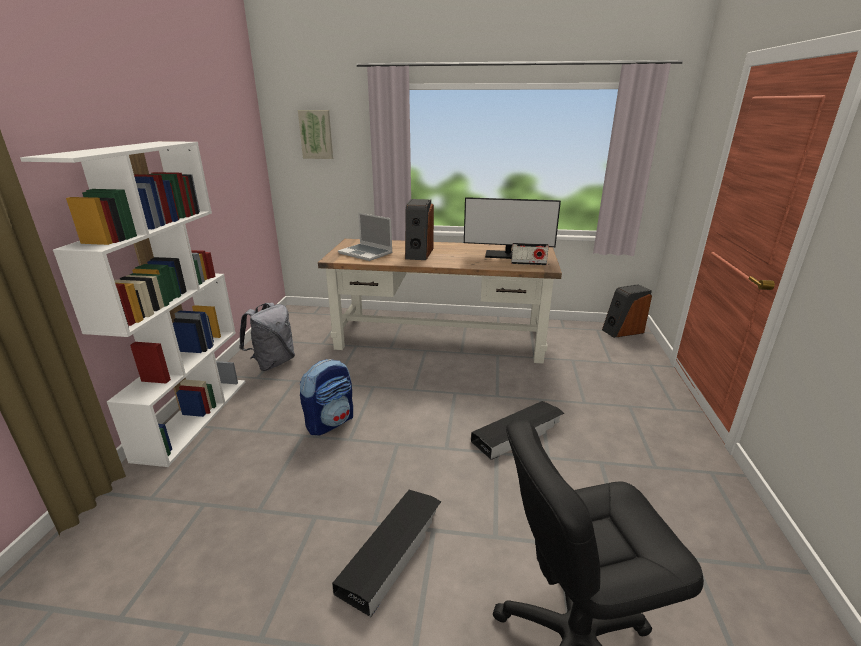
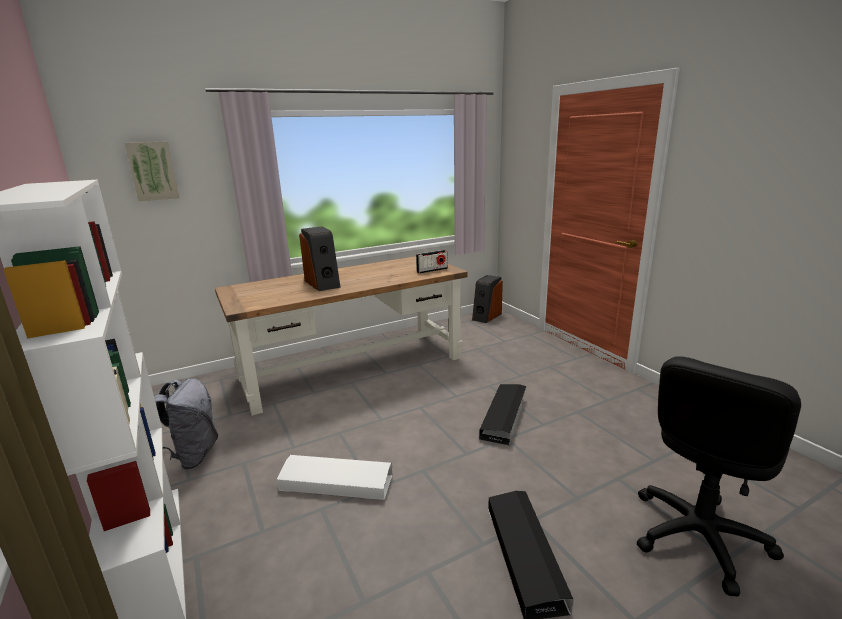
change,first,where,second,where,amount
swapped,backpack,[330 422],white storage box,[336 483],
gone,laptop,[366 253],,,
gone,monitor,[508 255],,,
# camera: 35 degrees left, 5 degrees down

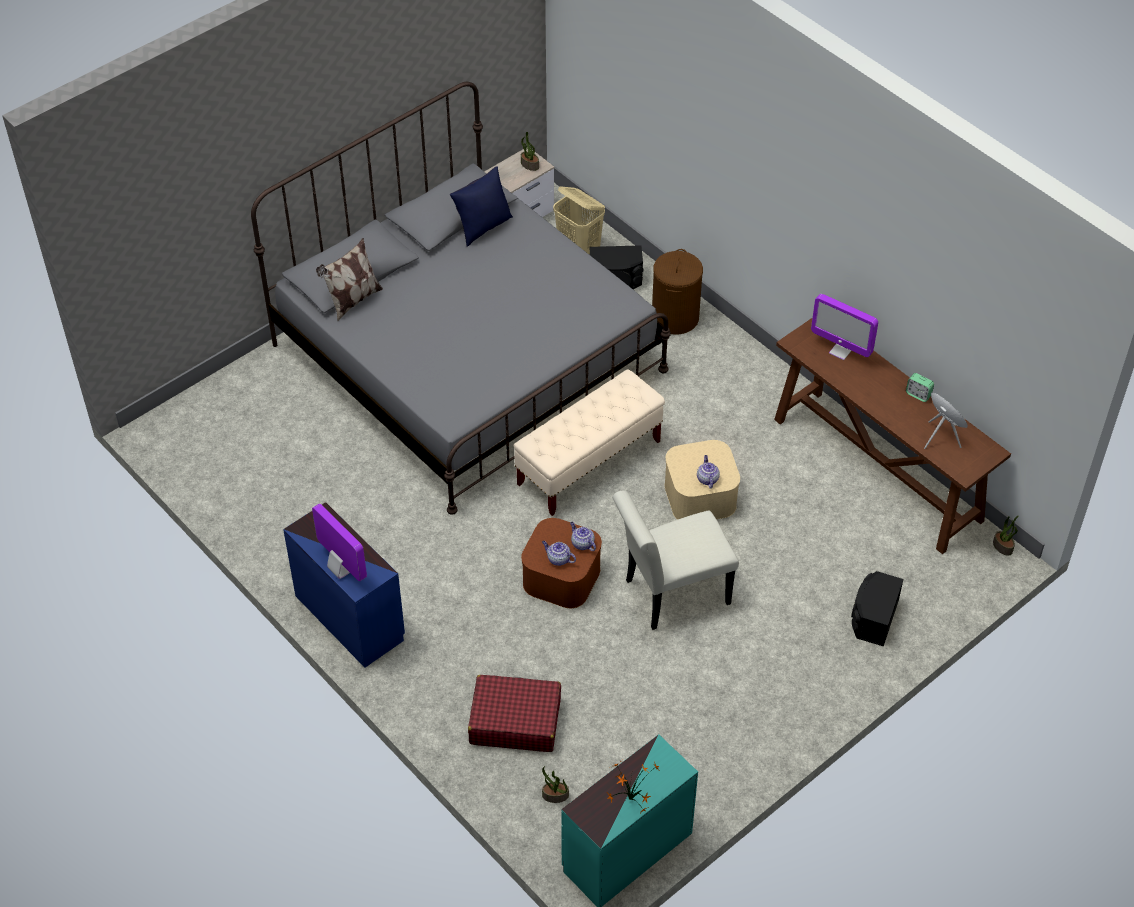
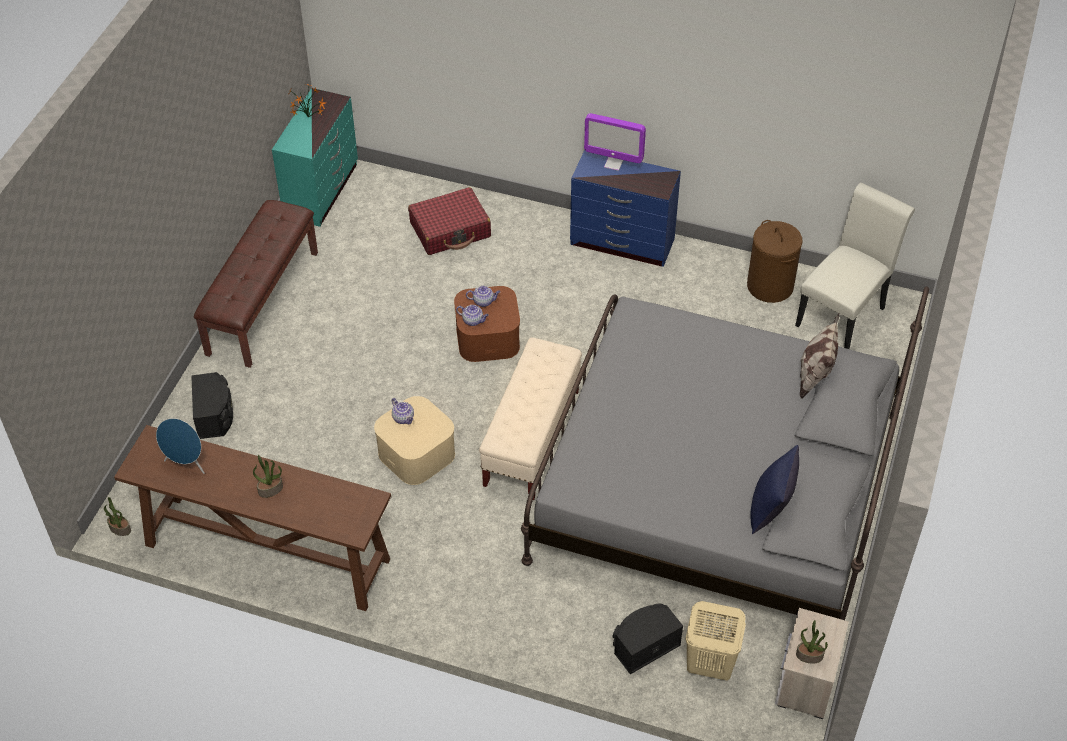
change,first,where,second,where,amount
shifted,potted plant,[555 796],,[270 489],
shifted,white chair,[670 594],,[844 313],
shifted,brown laundry basket,[675 317],,[770 286],
gone,monitor,[840 351],,,
gone,alarm clock,[918 394],,,
new,,,brown bench,[262 302],
# camera: 150 degrees right, 0 degrees up

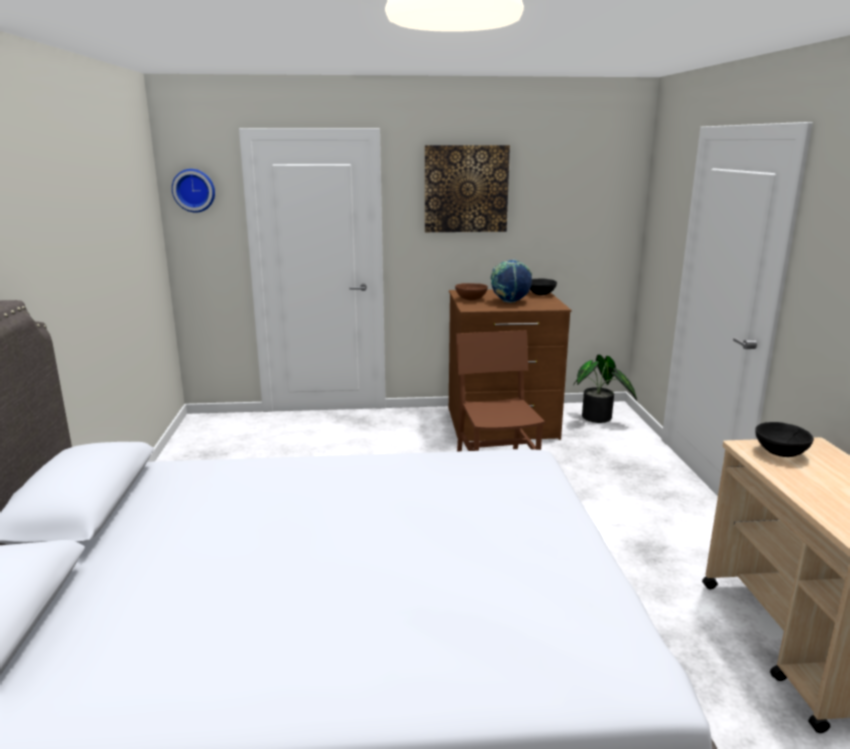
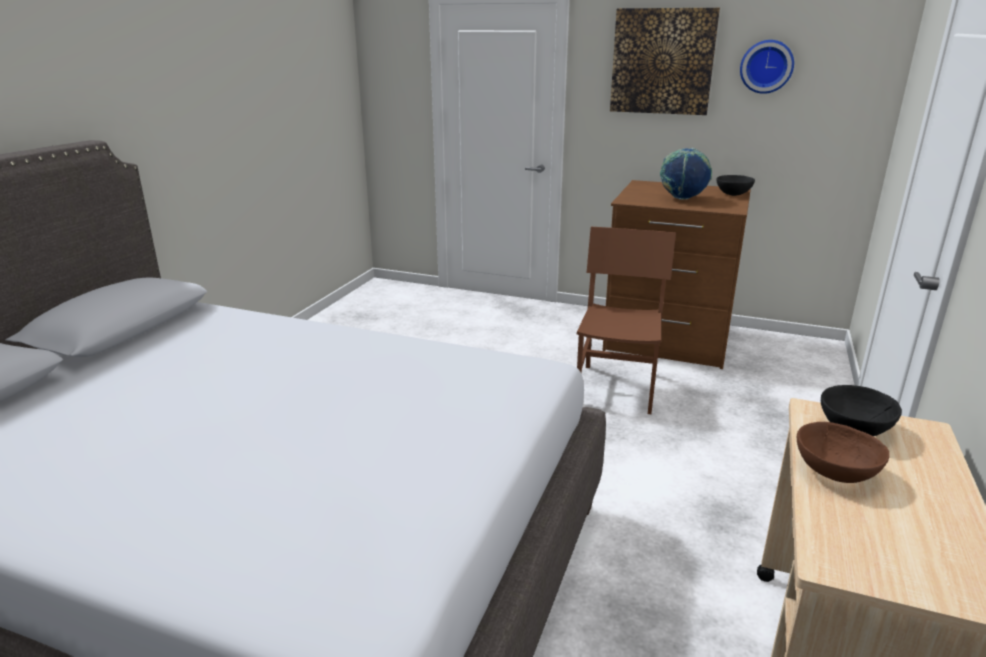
change,first,where,second,where,amount
shifted,wall clock,[194 190],,[766 66],
shifted,brown bowl,[470 299],,[833 472],
gone,potted plant,[598 419],,,
# camera: 25 degrees right, 5 degrees up

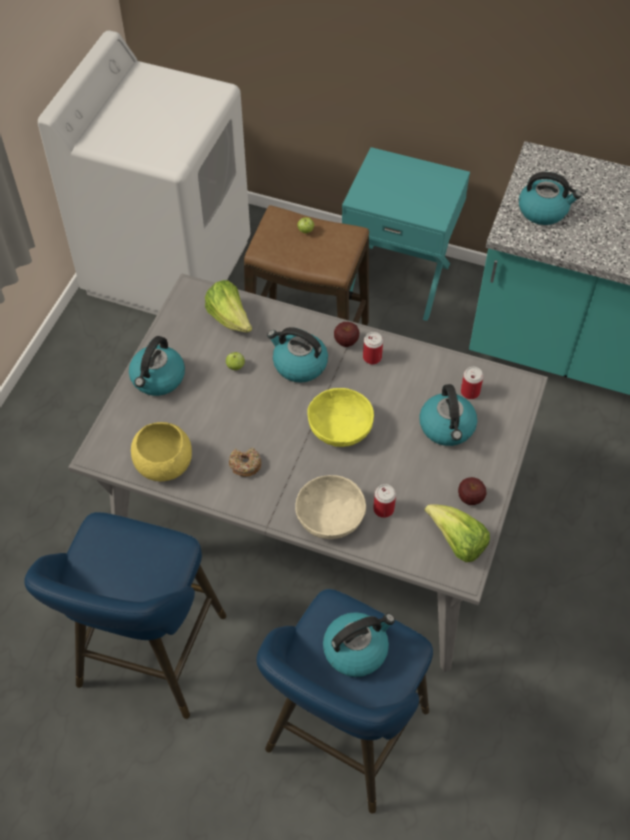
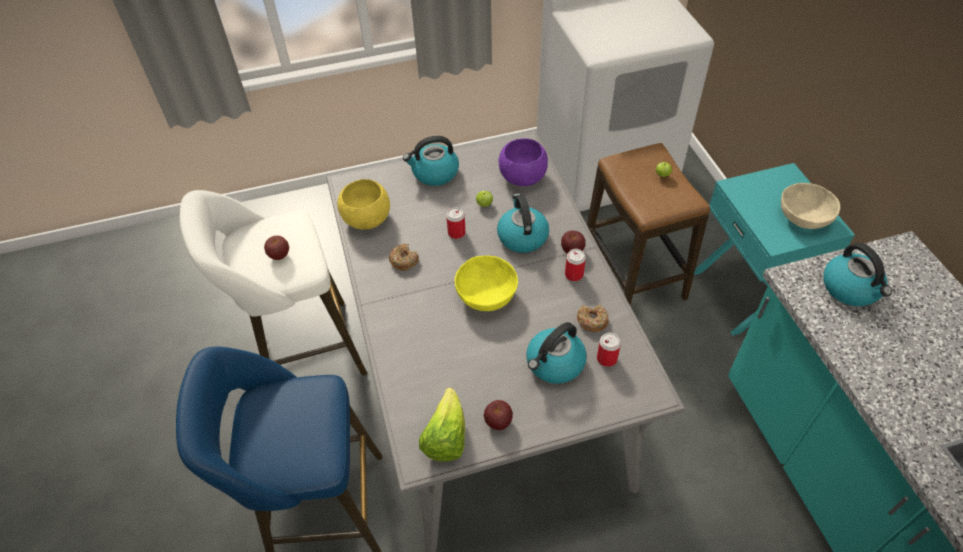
change,first,where,second,where,amount
repainted,blue stool,[149 658],white stool,[302 353],
swapped,lettuce,[230 318],purple bowl,[523 176],
shifted,beige bowl,[329 518],,[803 217],
gone,kettle,[356 649],,,
shifted,can,[383 509],,[456 233],
new,,,apple,[279 255],
new,,,donut,[592 321],
# camera: 55 degrees right, 5 degrees down

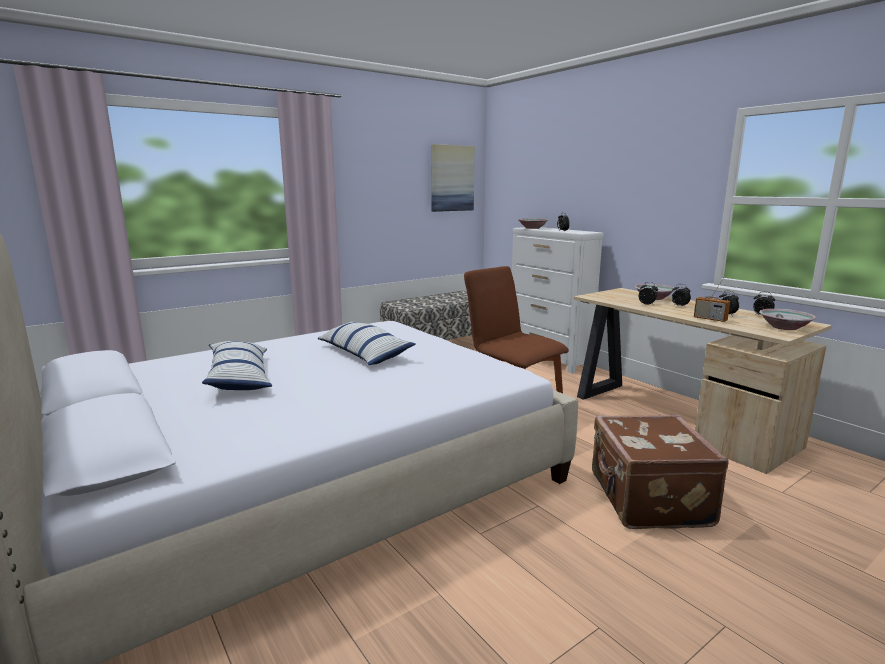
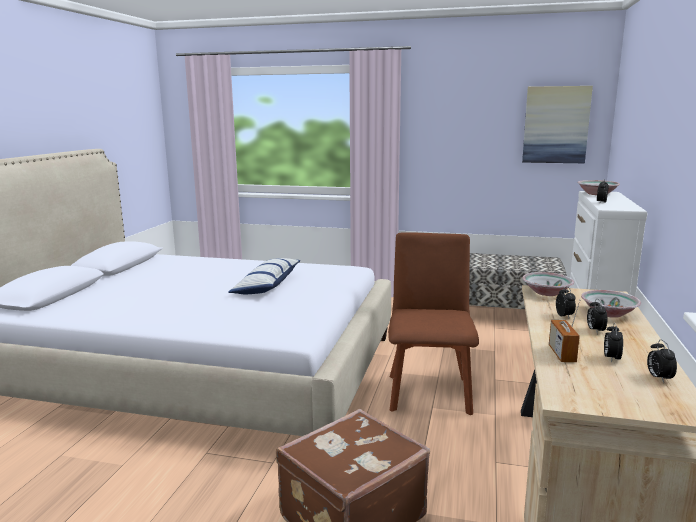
change,first,where,second,where,amount
gone,pillow,[239 378],,,
shifted,bowl,[785 327],,[546 292],
# camera: 50 degrees right, 0 degrees up

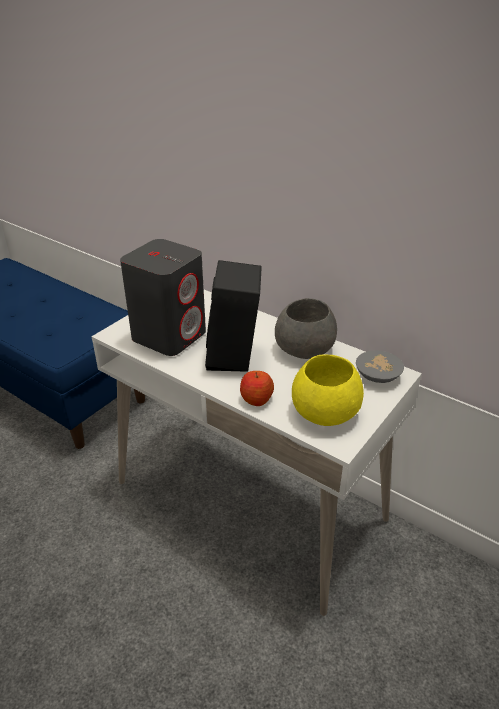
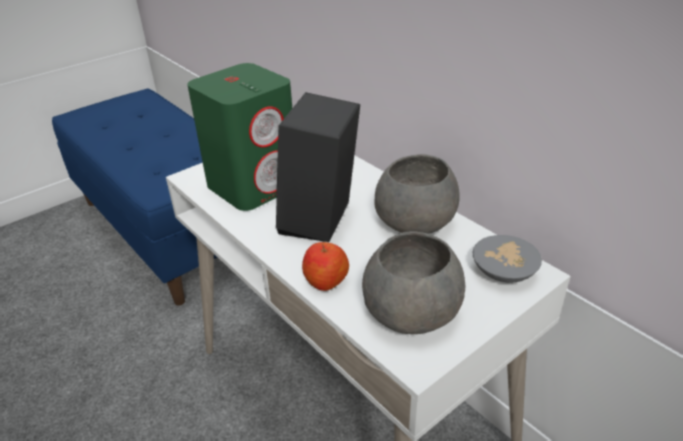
change,first,where,second,where,amount
repainted,grey speaker,[169 335],green speaker,[254 185],
repainted,yellow bowl,[324 412],grey bowl,[410 312],
# camera: 15 degrees right, 0 degrees up

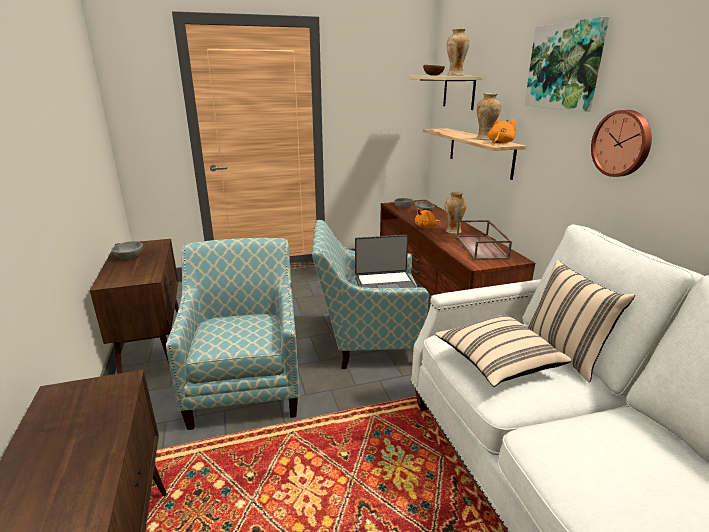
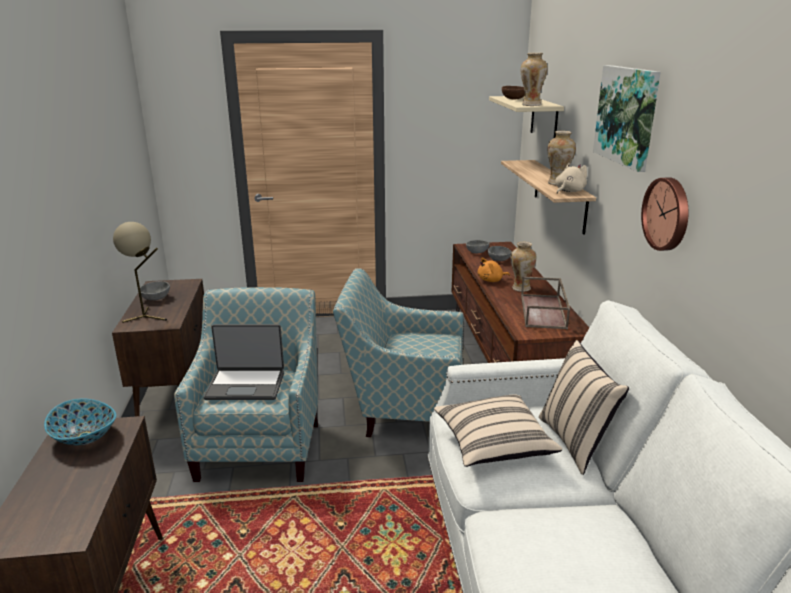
change,first,where,second,where,amount
shifted,laptop,[385 284],,[246 385],
repainted,orange plush toy,[500 143],beige plush toy,[568 191],
new,,,bowl,[84 437],
new,,,beige table lamp,[147 317],
# camera: 10 degrees right, 0 degrees up

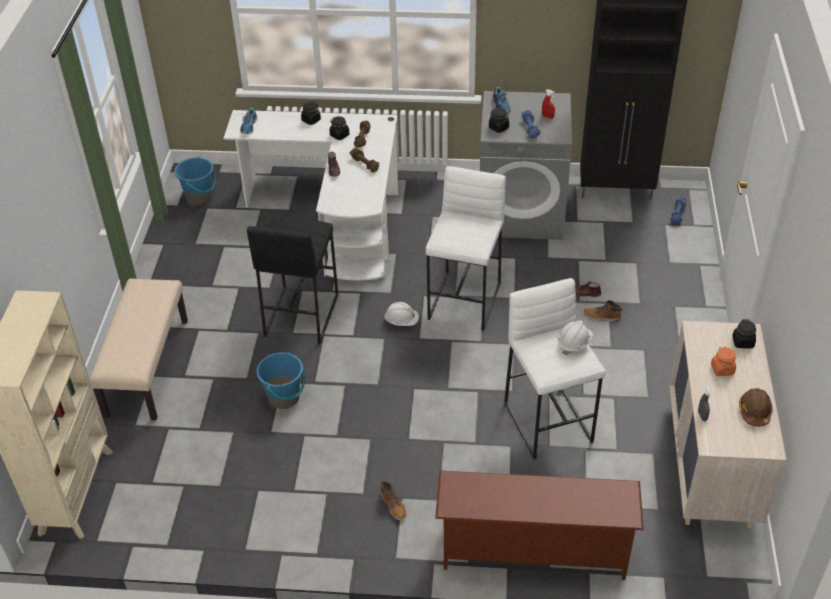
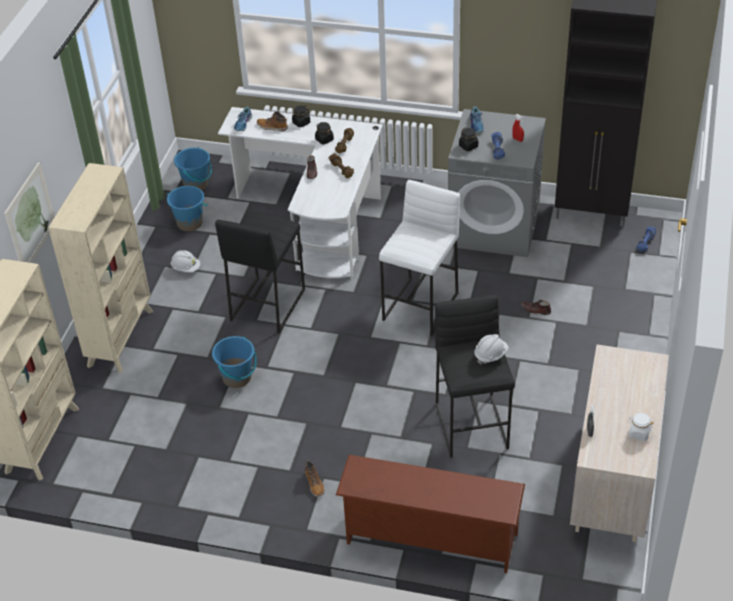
change,first,where,second,where,amount
swapped,beige bench,[146 367],beige bookcase,[121 338],
shifted,white hard hat,[401 321],,[186 268],
repainted,white stool,[549 421],black stool,[472 425],
shifted,boot,[601 317],,[272 127],
gone,orange jar,[722 369],,,
gone,black jar,[743 342],,,
swapped,brown hard hat,[754 411],white jar,[639 433],
new,,,picture,[30 218],
new,,,blue bucket,[190 223],
# camera: 10 degrees right, 0 degrees up

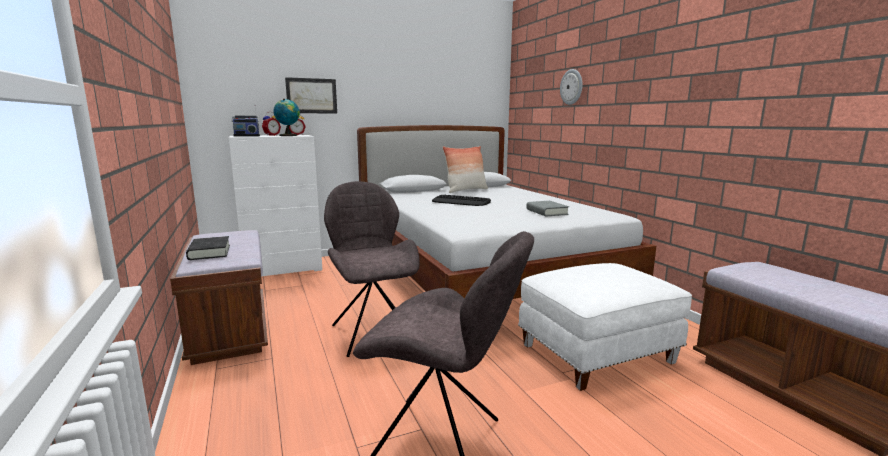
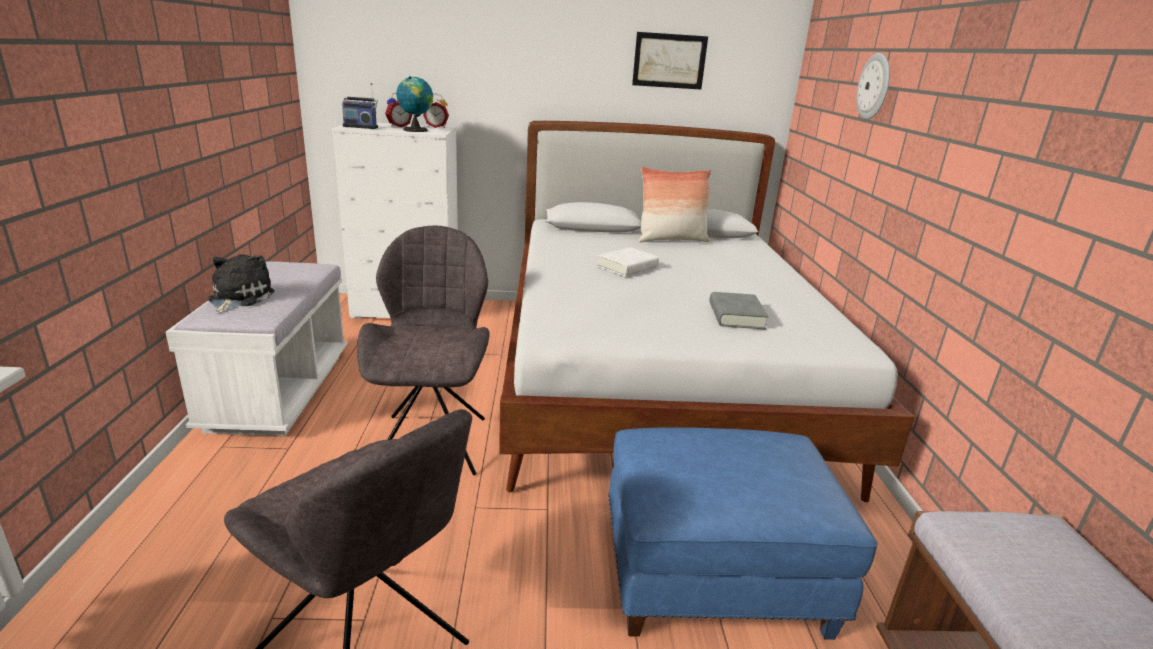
change,first,where,second,where,amount
repainted,brown bench,[230 329],white bench,[279 391],
swapped,black book,[209 252],plush toy,[238 298],
shifted,picture,[311 96],,[669 61],
swapped,keyboard,[461 202],white book,[627 267],
repainted,white ottoman,[597 353],blue ottoman,[715 575],
# camera: 20 degrees right, 10 degrees up

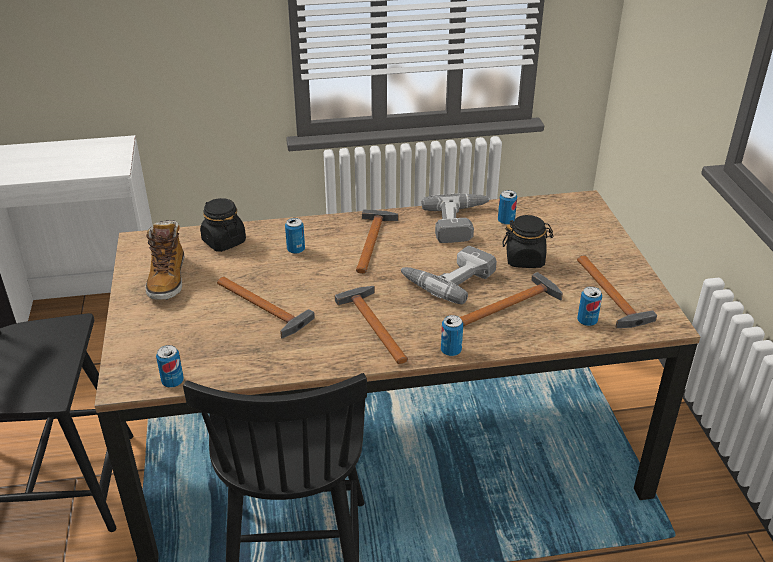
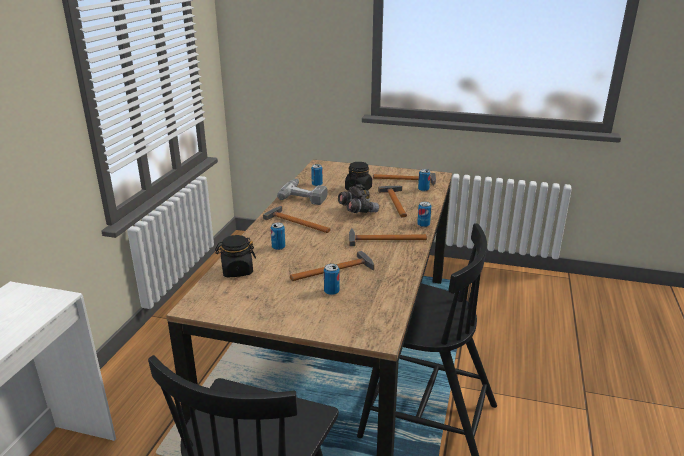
change,first,where,second,where,amount
gone,boot,[167 279],,,
shifted,can,[172 381],,[331 291],
swapped,power drill,[448 278],grey binoculars,[357 211],
# camera: 65 degrees left, 10 degrees down

